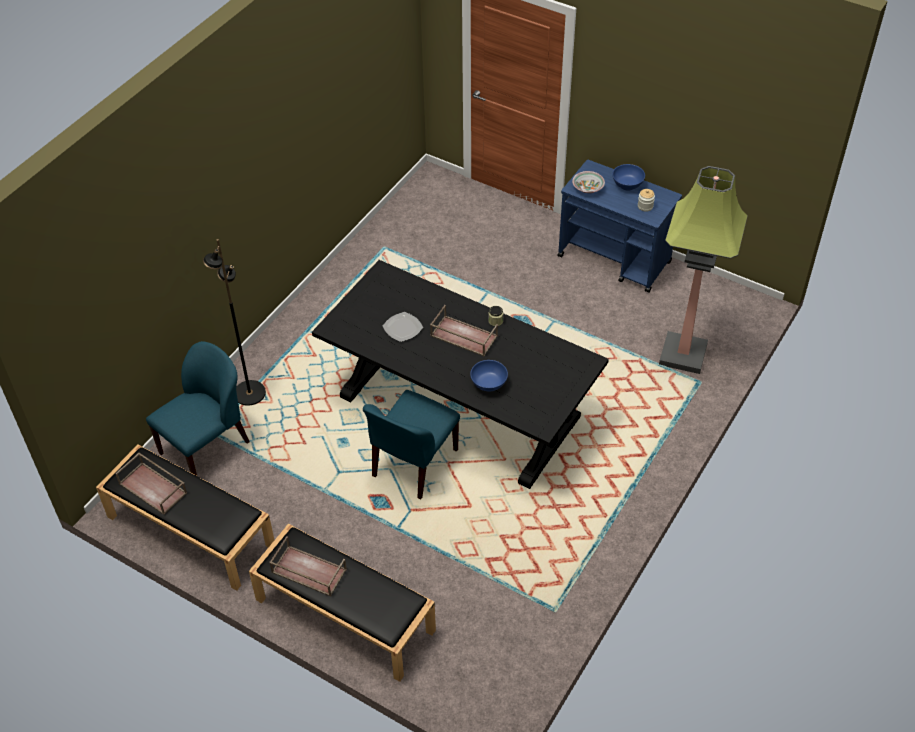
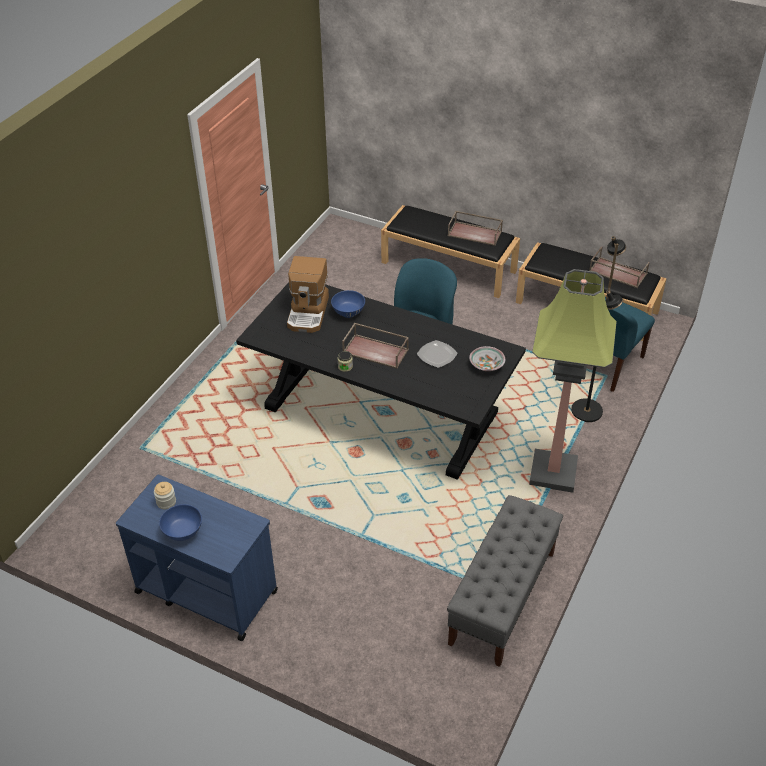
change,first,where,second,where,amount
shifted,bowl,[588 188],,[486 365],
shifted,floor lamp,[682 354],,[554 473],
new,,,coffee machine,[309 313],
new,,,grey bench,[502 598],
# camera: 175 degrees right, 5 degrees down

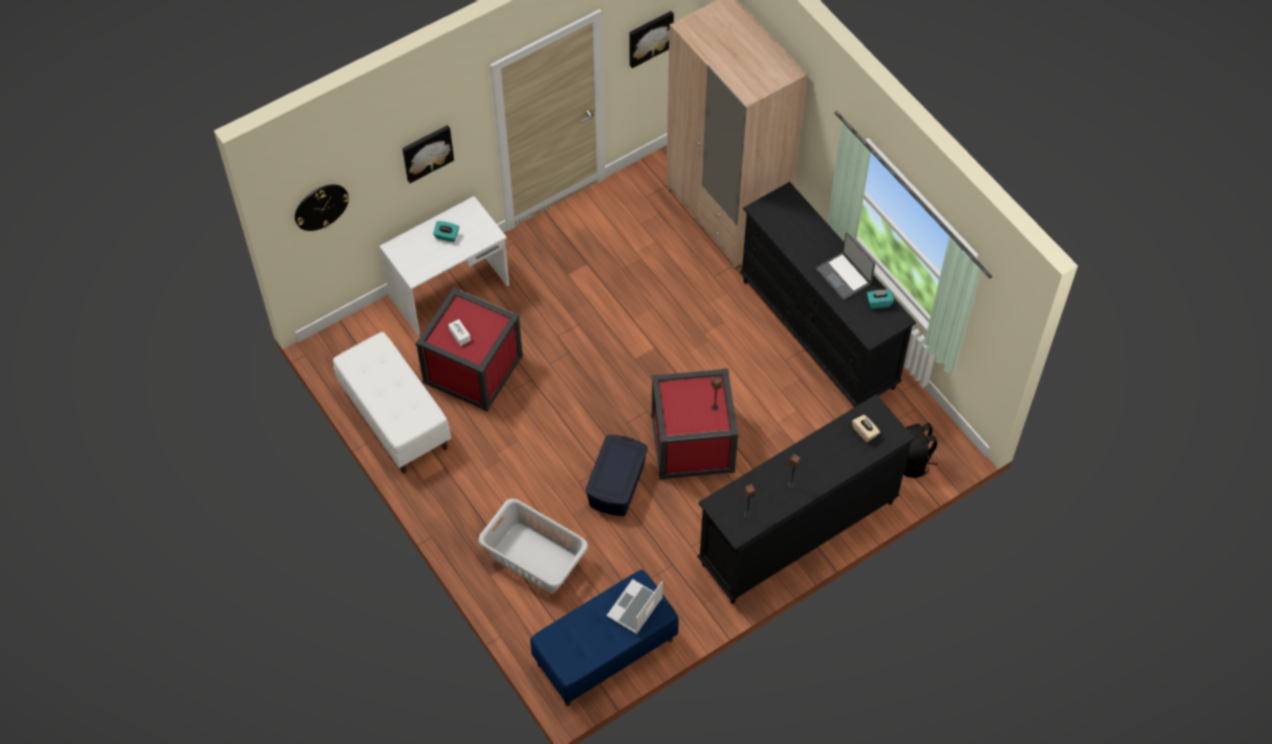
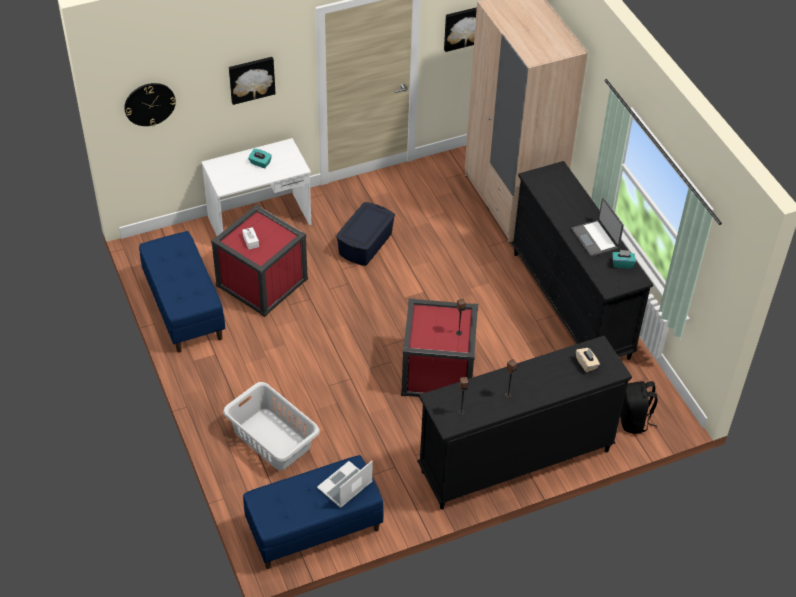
change,first,where,second,where,amount
repainted,white bench,[394 418],blue bench,[183 308],
shifted,blue storage box,[616 484],,[365 243],
# camera: 10 degrees right, 10 degrees down

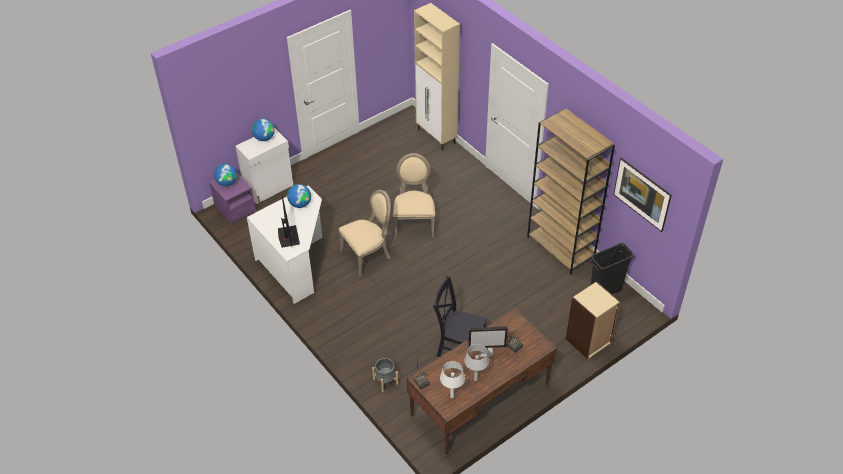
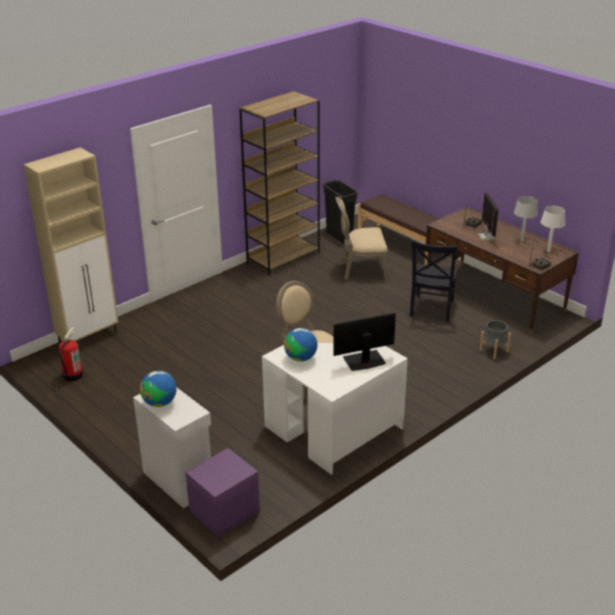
change,first,where,second,where,amount
gone,globe,[227 183],,,
shifted,beige chair,[414 222],,[361 270],
swapped,beige bookcase,[588 341],brown bench,[401 245],
gone,picture,[640 203],,,
new,,,fire extinguisher,[73 375],
# camera: 95 degrees left, 15 degrees down

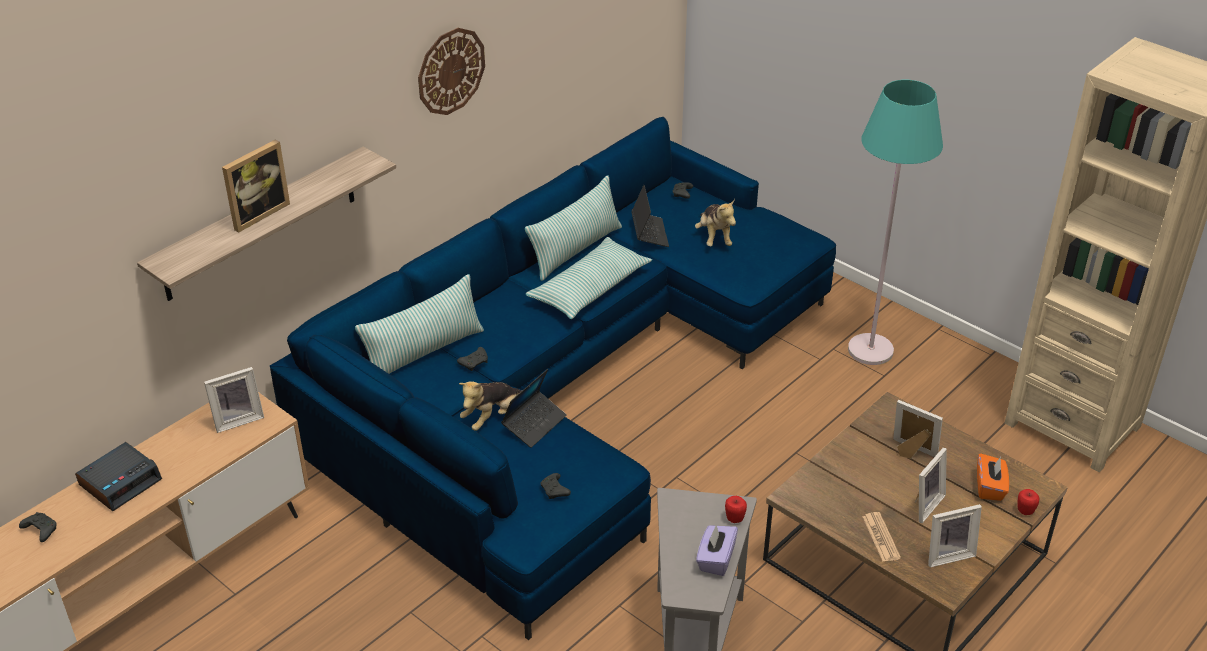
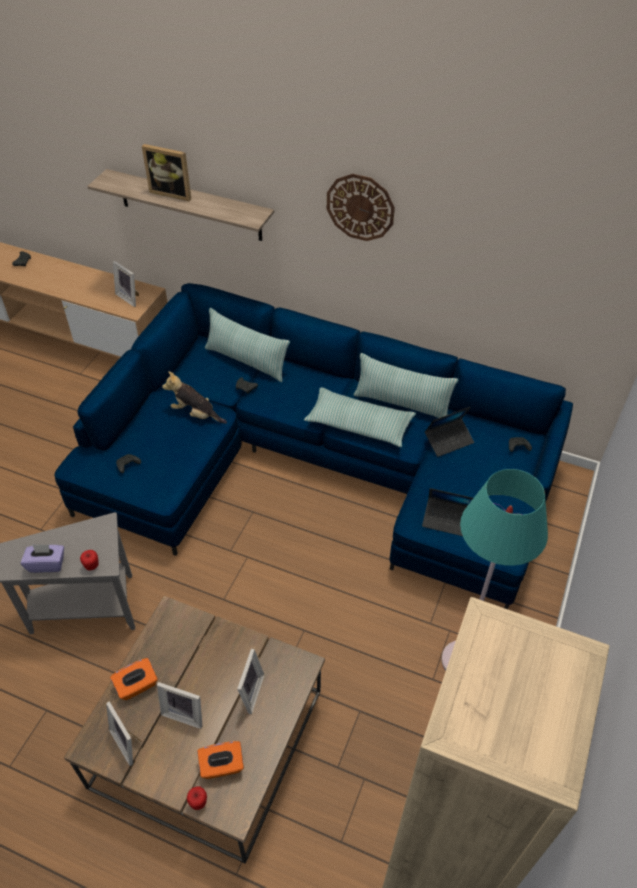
change,first,where,second,where,amount
gone,alarm clock,[121 482],,,
shifted,laptop,[534 424],,[447 520],
gone,plush toy,[714 237],,,
swapped,newspaper,[881 537],orange tissue box,[137 686],
# camera: 70 degrees right, 10 degrees up

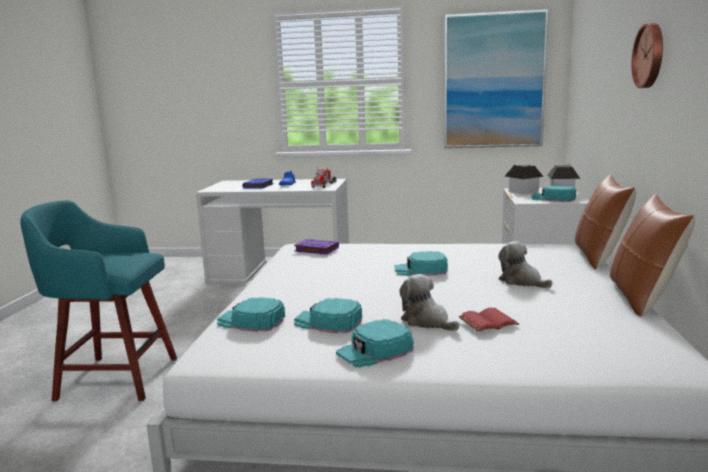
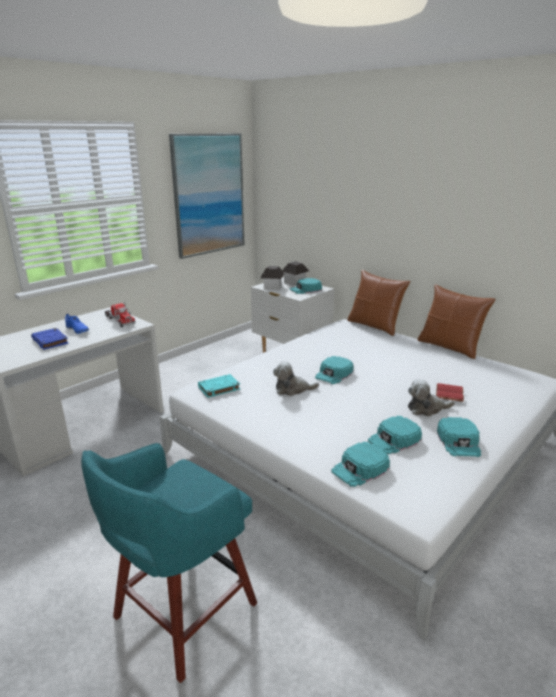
change,first,where,second,where,amount
repainted,purple book,[316 249],turquoise book,[218 388],
shifted,plush toy,[522 281],,[292 389],
gone,wall clock,[650 55],,,
# camera: 55 degrees left, 10 degrees up

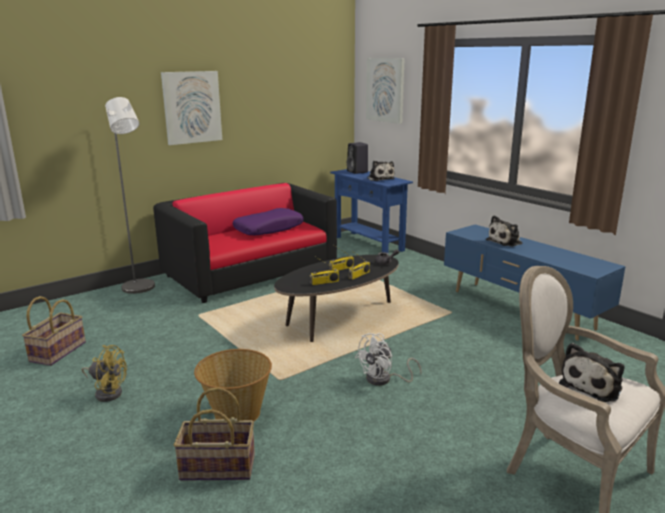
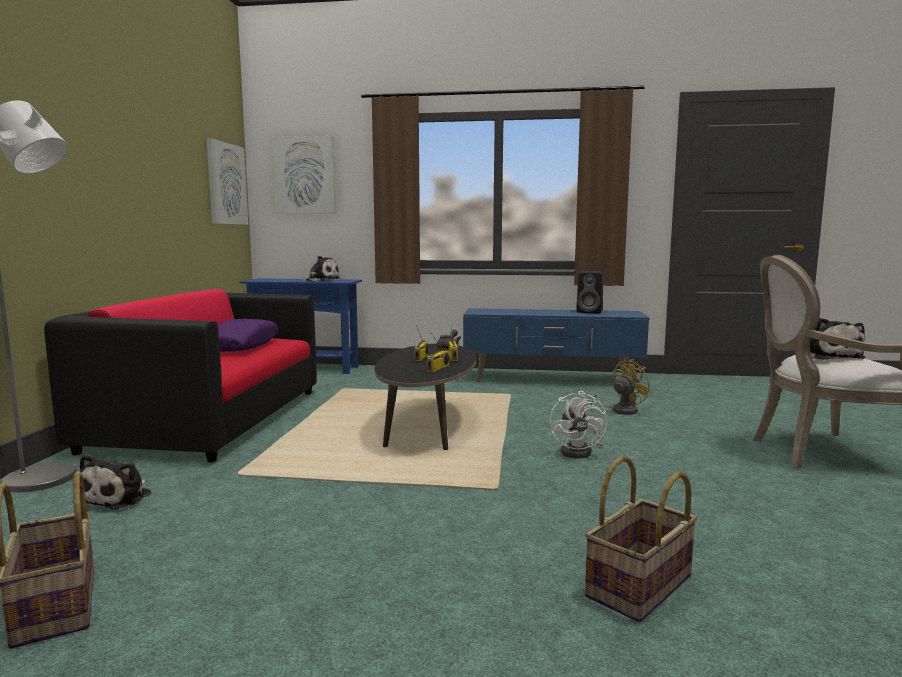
change,first,where,second,where,amount
shifted,yellow fan,[107 392],,[618 411],
shifted,picture,[192 107],,[226 184],
gone,basket,[236 413],,,
shifted,black speaker,[358 172],,[590 312],
shifted,plush toy,[506 242],,[119 498],
# camera: 45 degrees left, 10 degrees down

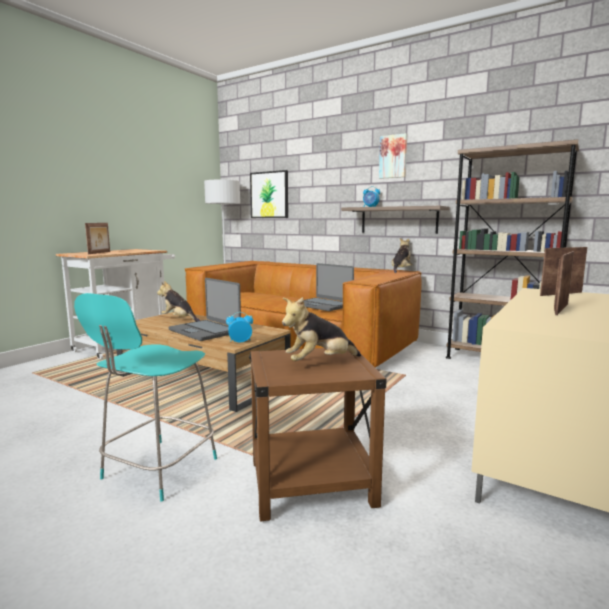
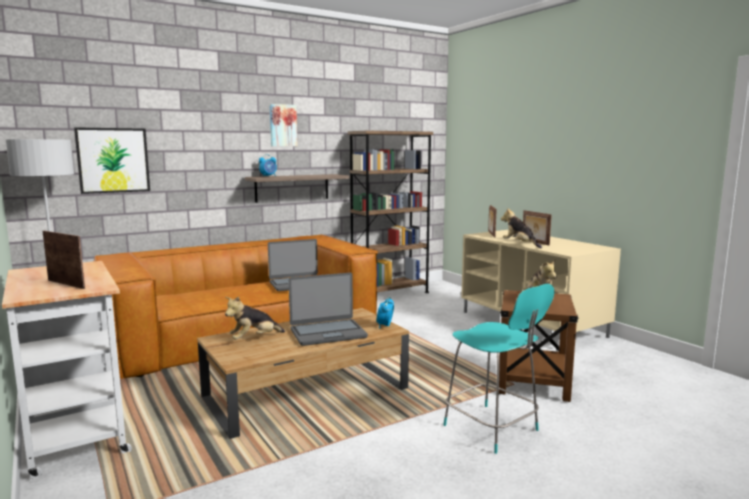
change,first,where,second,where,amount
shifted,plush toy,[401 270],,[520 244],
# camera: 65 degrees left, 0 degrees up

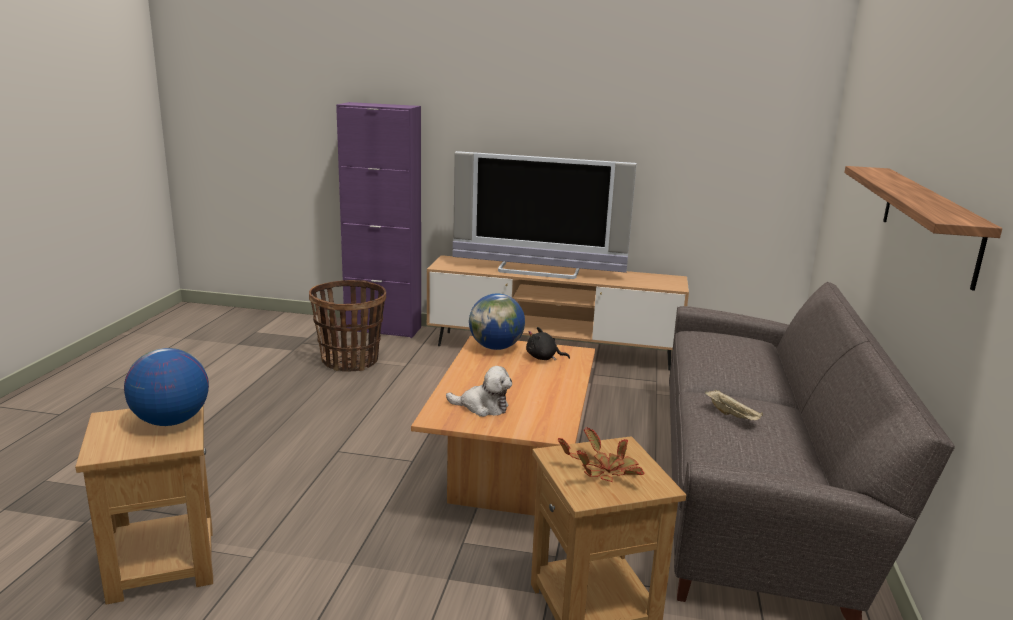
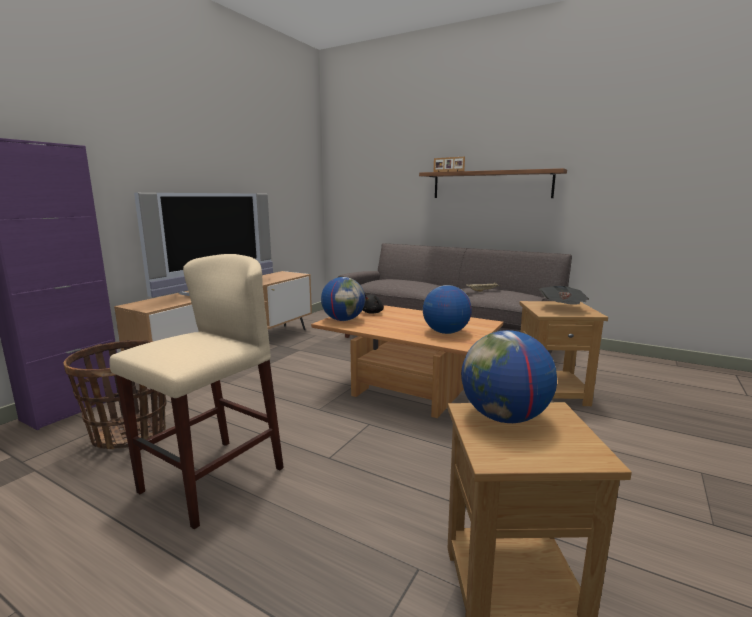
change,first,where,second,where,amount
swapped,plush toy,[482 407],globe,[445 332],
swapped,potted plant,[605 471],newspaper,[563 308],
new,,,beige stool,[212 480],
new,,,picture frame,[448 171],
# camera: 70 degrees left, 5 degrees down

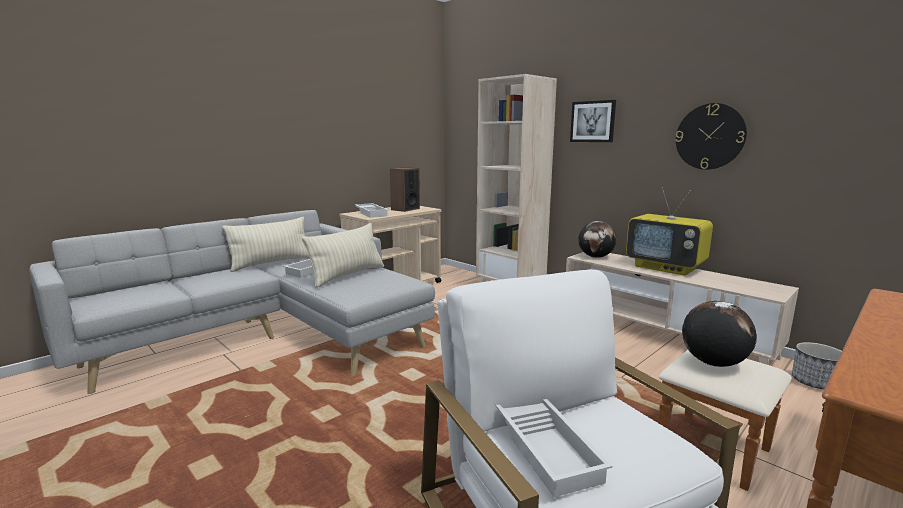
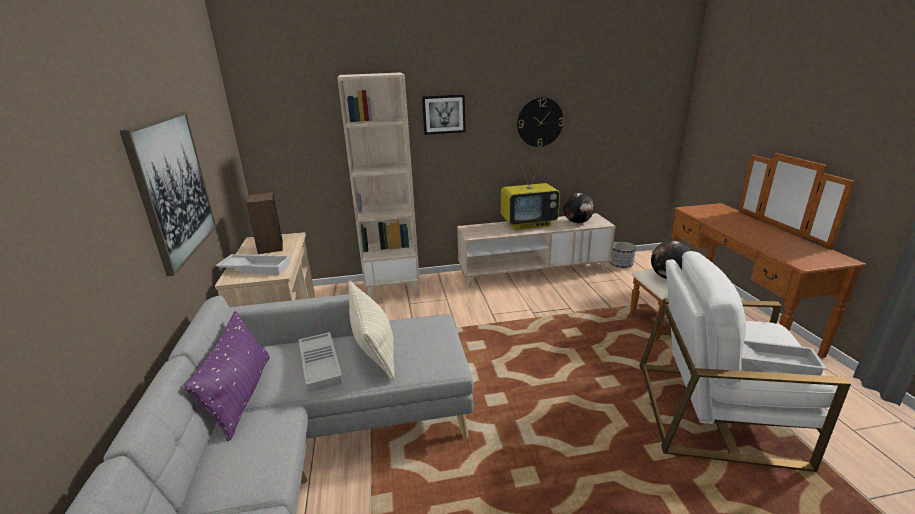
change,first,where,second,where,amount
repainted,beige pillow,[272 263],purple pillow,[241 395],
shifted,globe,[596 257],,[577 222],
new,,,picture,[173 188],
# camera: 55 degrees left, 10 degrees up

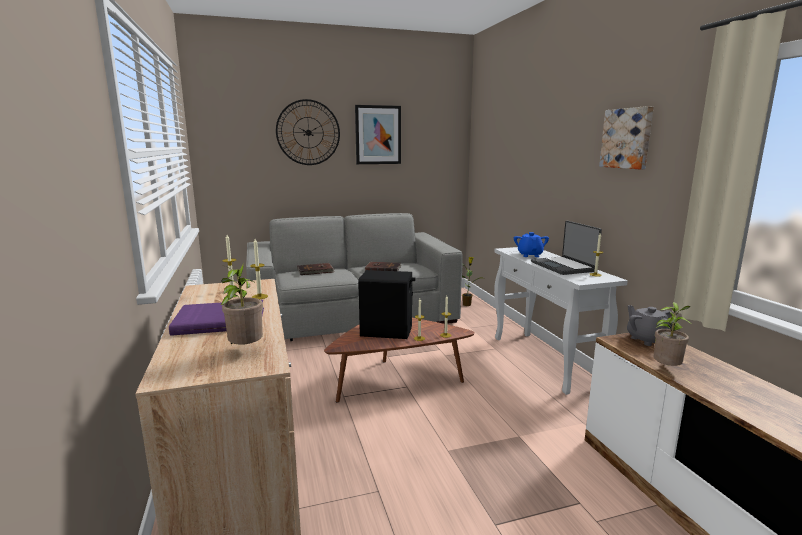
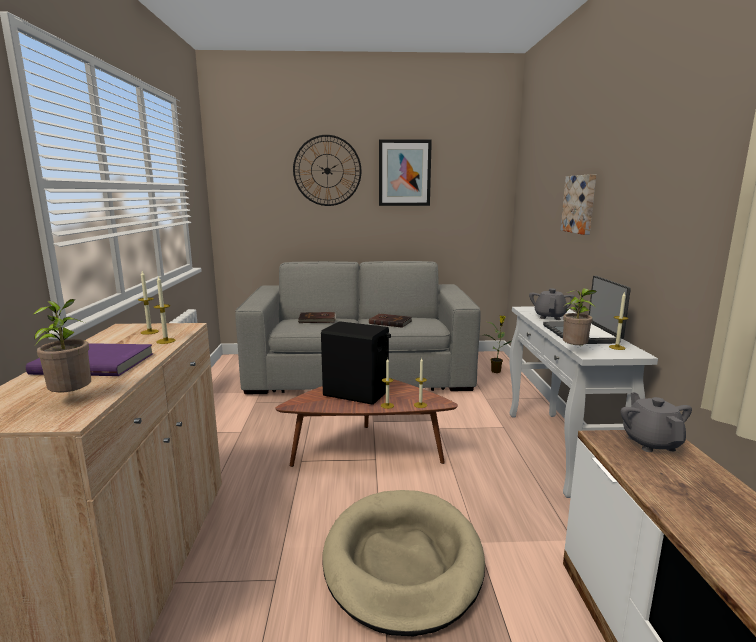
change,first,where,second,where,amount
repainted,blue teapot,[530 255],grey teapot,[550 317],
shifted,picture,[627 138],,[580 204],
shifted,potted plant,[666 369],,[575 350],
new,,,beige dog bed,[402 561],
# camera: 15 degrees right, 0 degrees up

